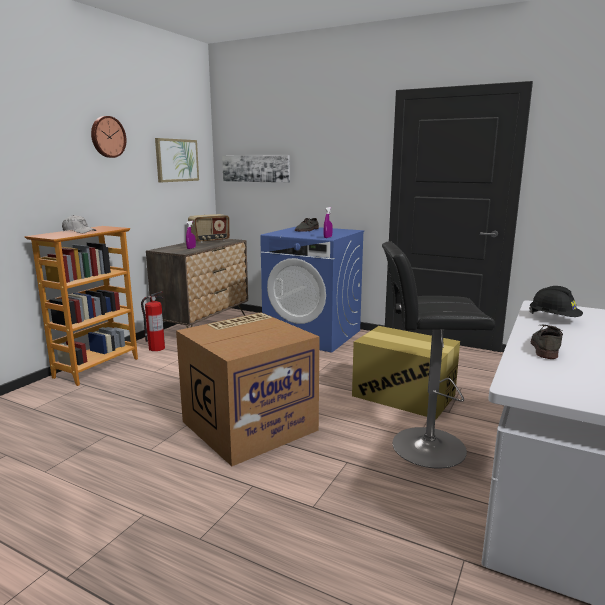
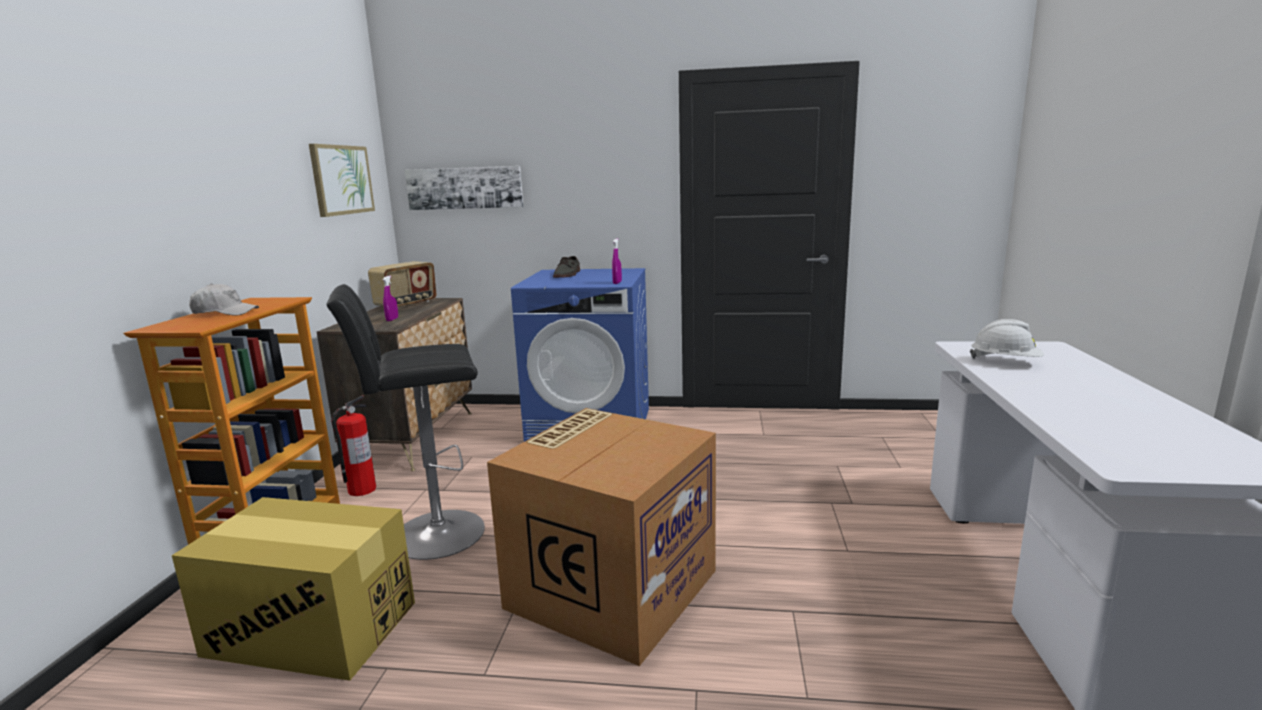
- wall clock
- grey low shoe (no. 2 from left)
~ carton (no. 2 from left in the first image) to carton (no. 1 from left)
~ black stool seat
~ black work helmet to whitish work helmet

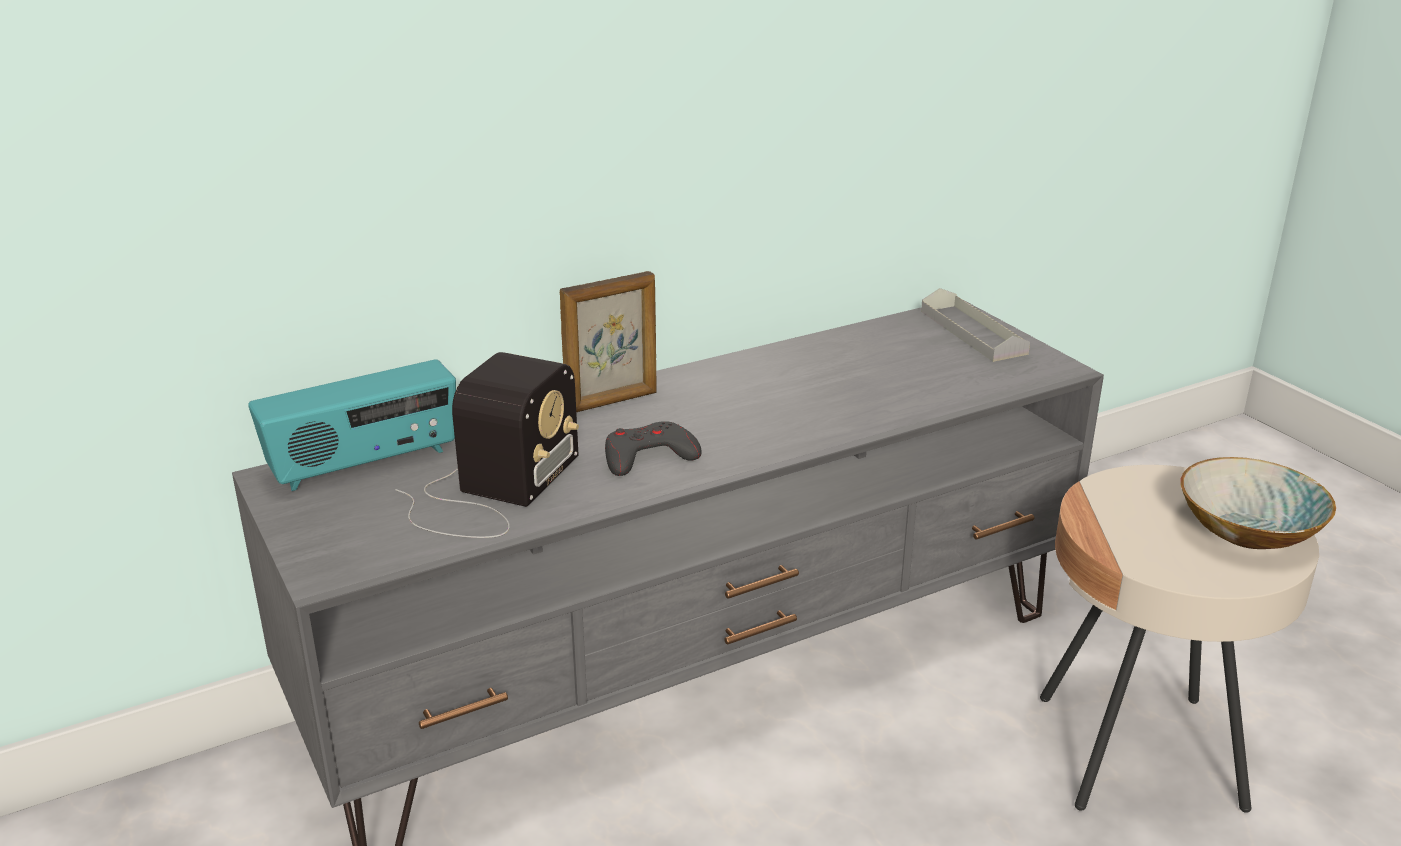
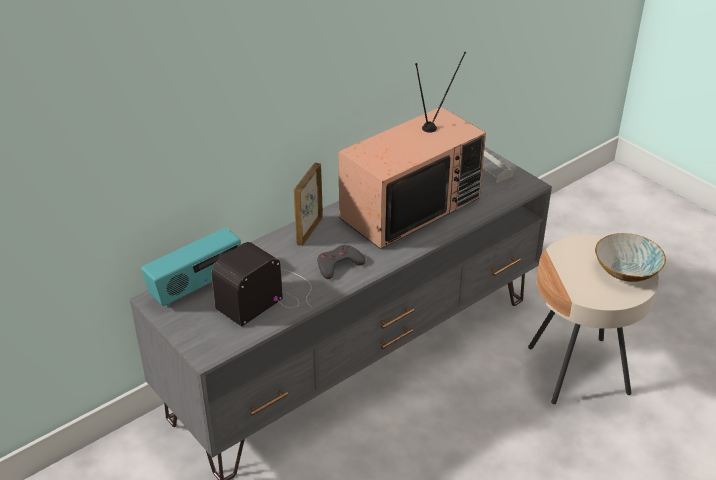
+ TV
~ radio (no. 2 from left) 150 degrees counterclockwise
~ photo frame 150 degrees clockwise

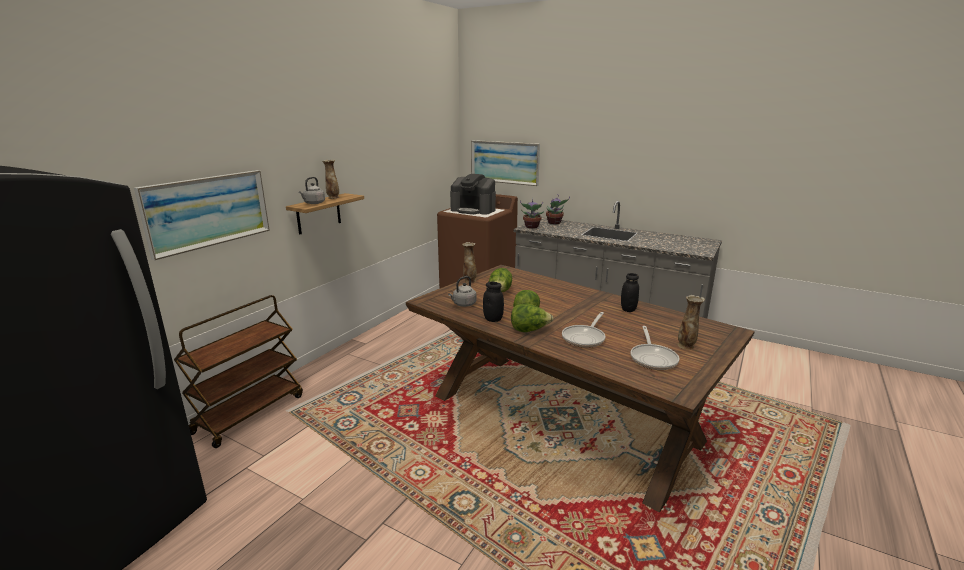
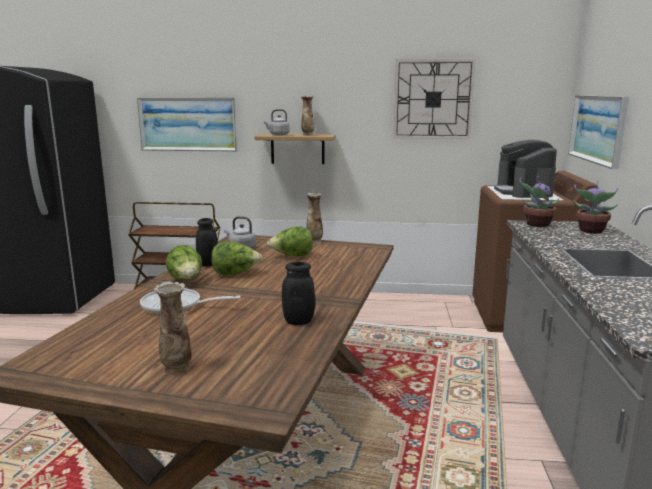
- pan (no. 2 from left)
+ wall clock

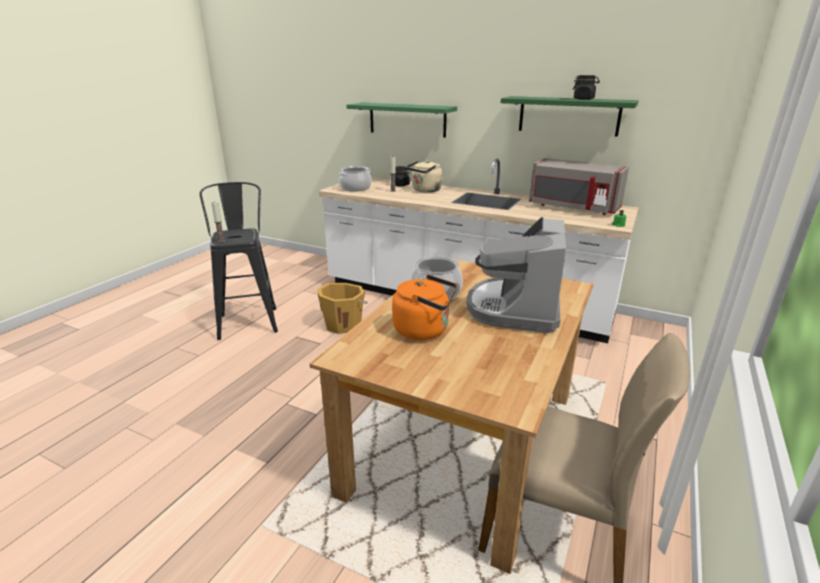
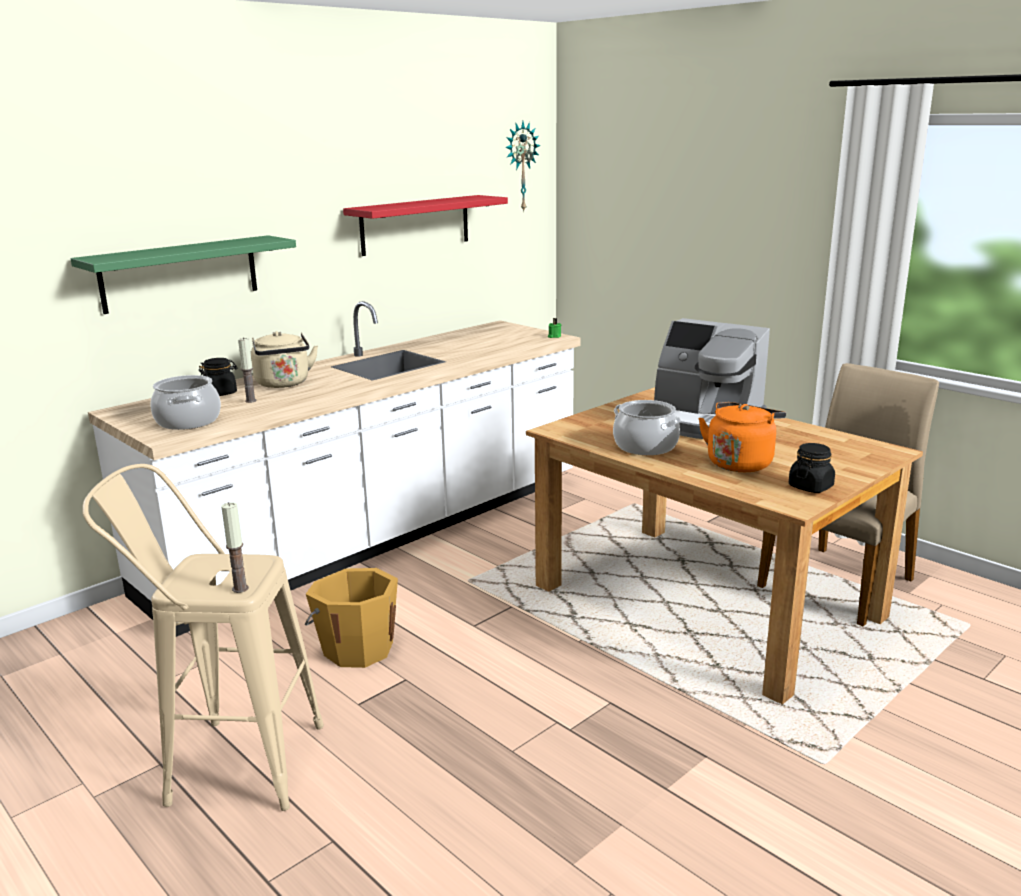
- grey kitchen microwave
+ wall clock
~ black storage jar (no. 2 from left)
~ black stool seat to sand-coloured stool seat
~ green-coloured shelf (no. 2 from left) to reddish shelf

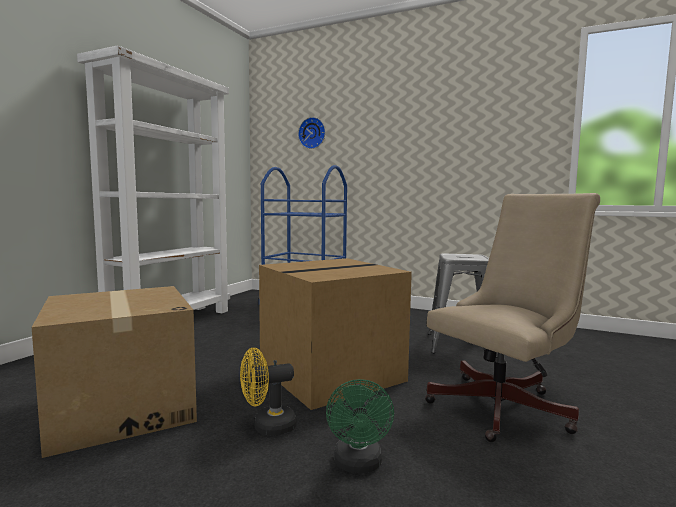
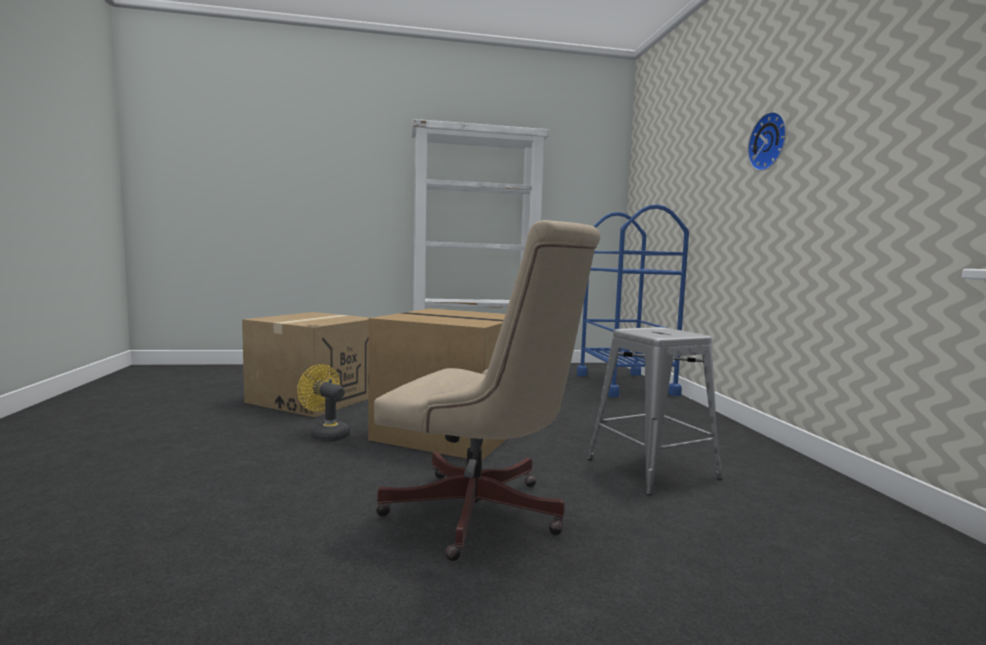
- green-coloured cooling fan
~ wall clock

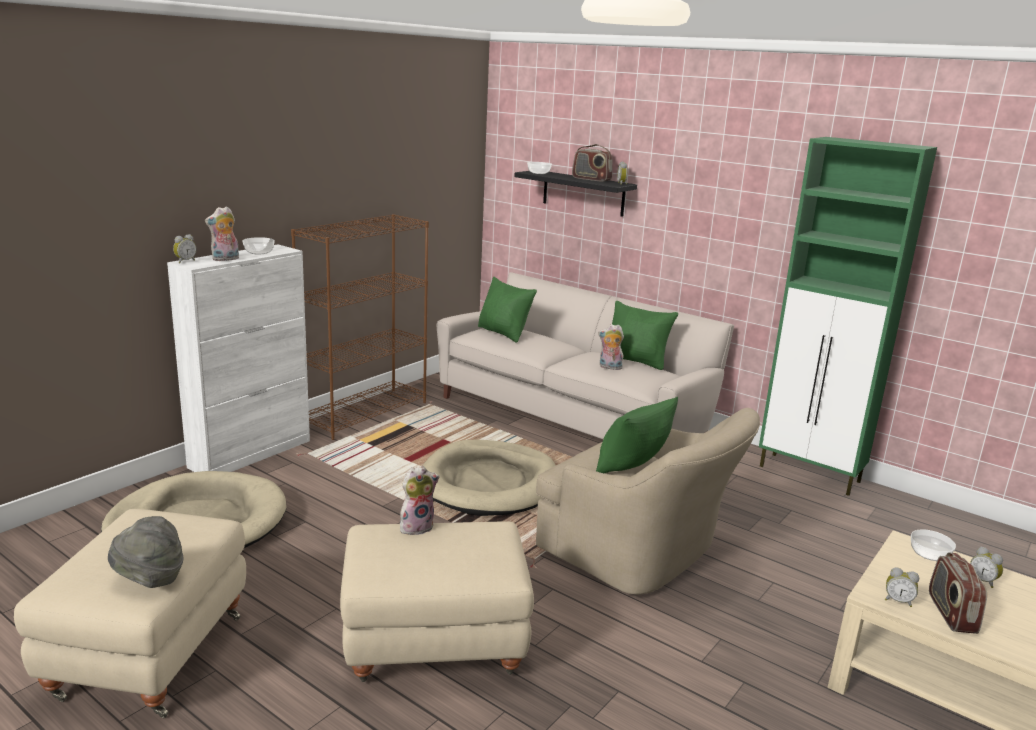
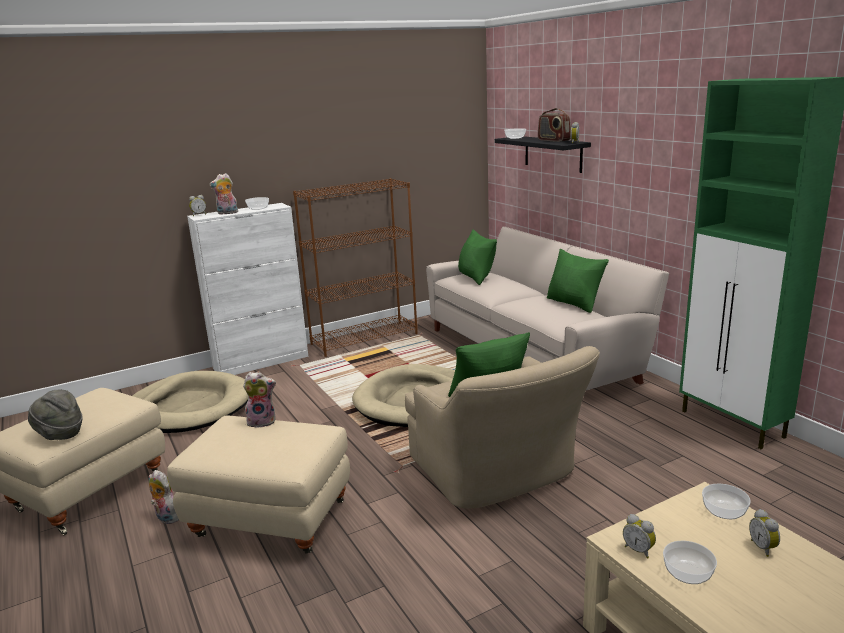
~ plush toy (no. 3 from left in the first image) to plush toy (no. 1 from left)
~ radio (no. 2 from left) to serving bowl (no. 3 from left)

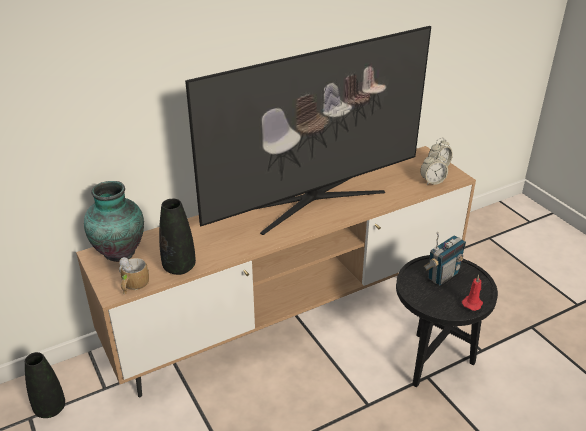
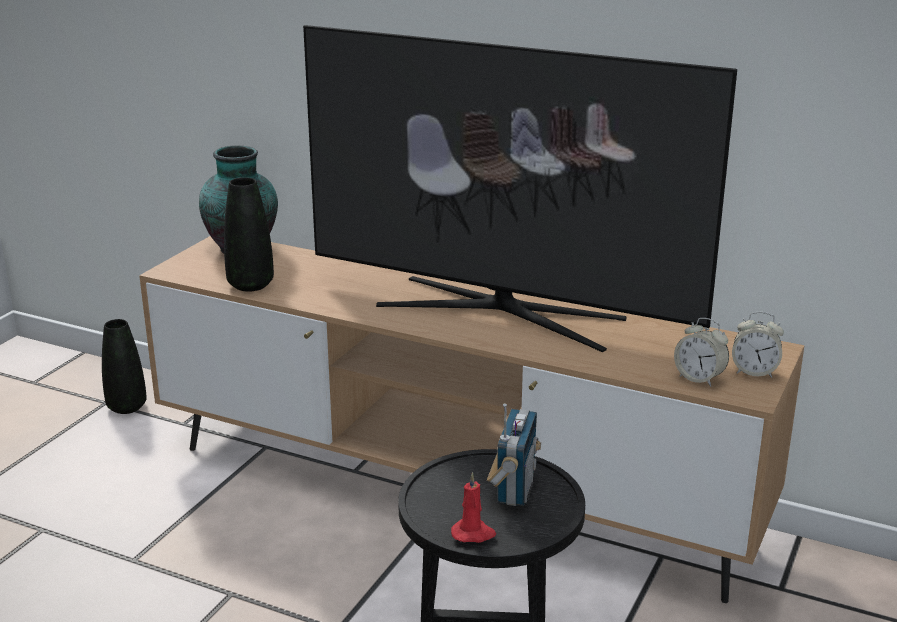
- mug
~ radio 90 degrees counterclockwise

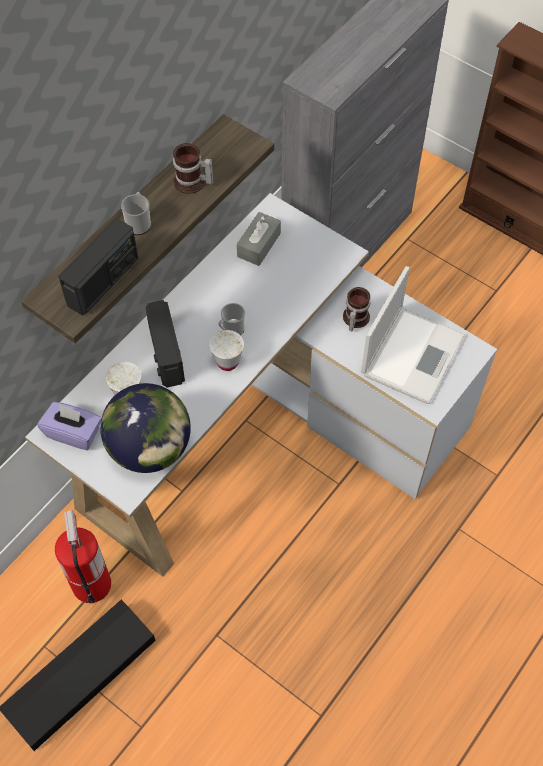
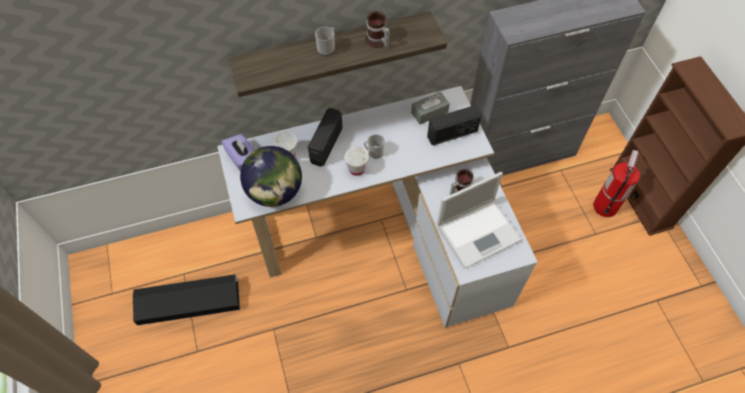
~ fire extinguisher
~ radio (no. 1 from left in the first image) to radio (no. 2 from left)

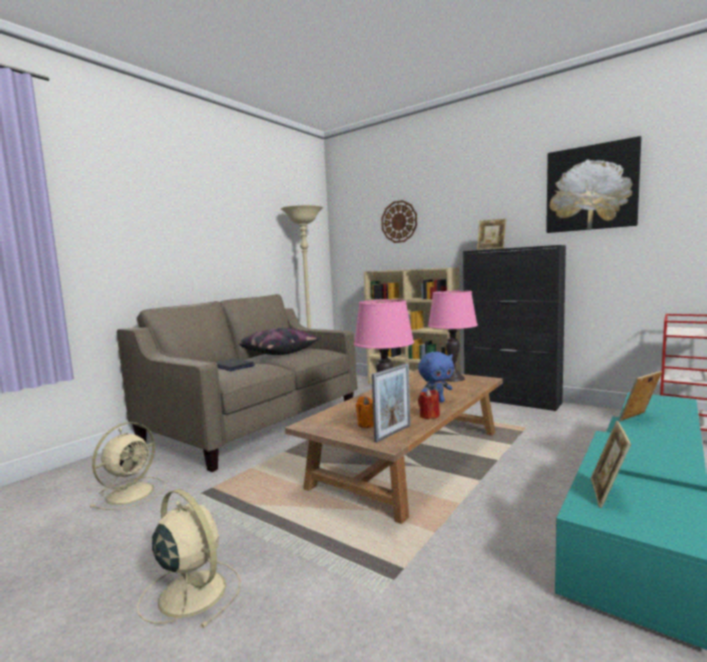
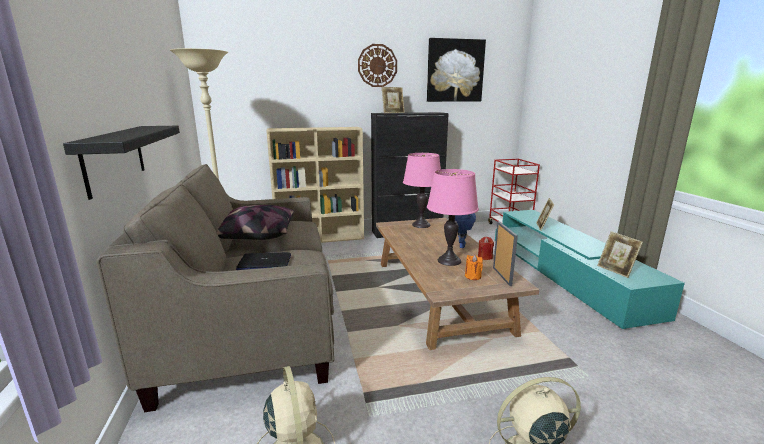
+ black shelf
~ wall clock

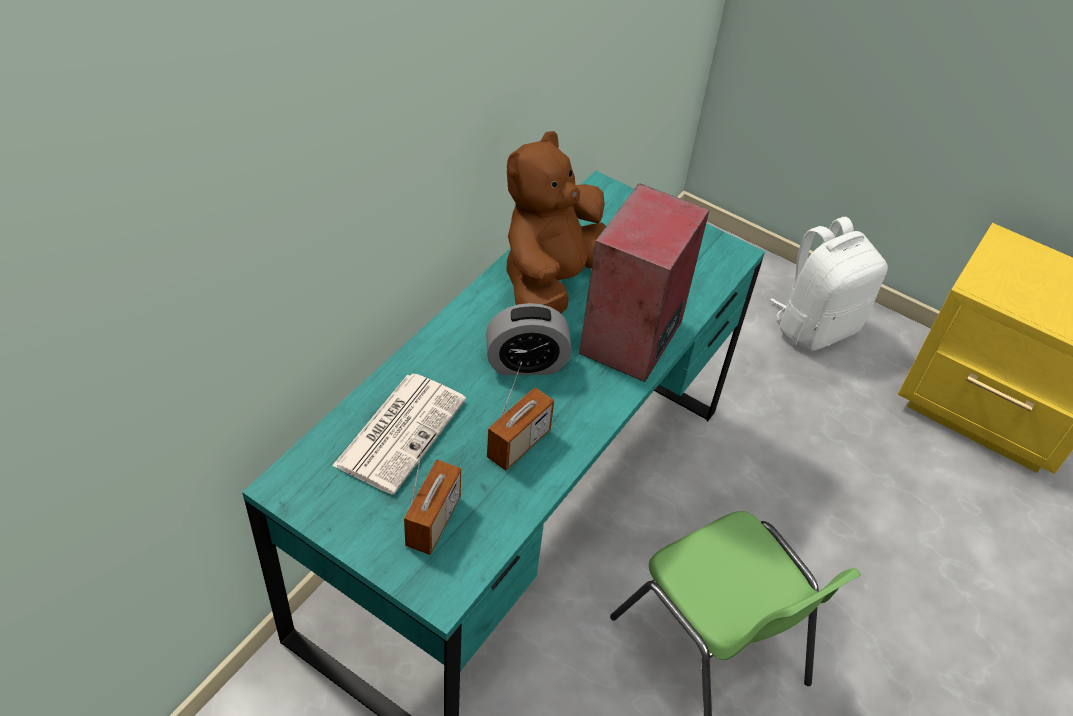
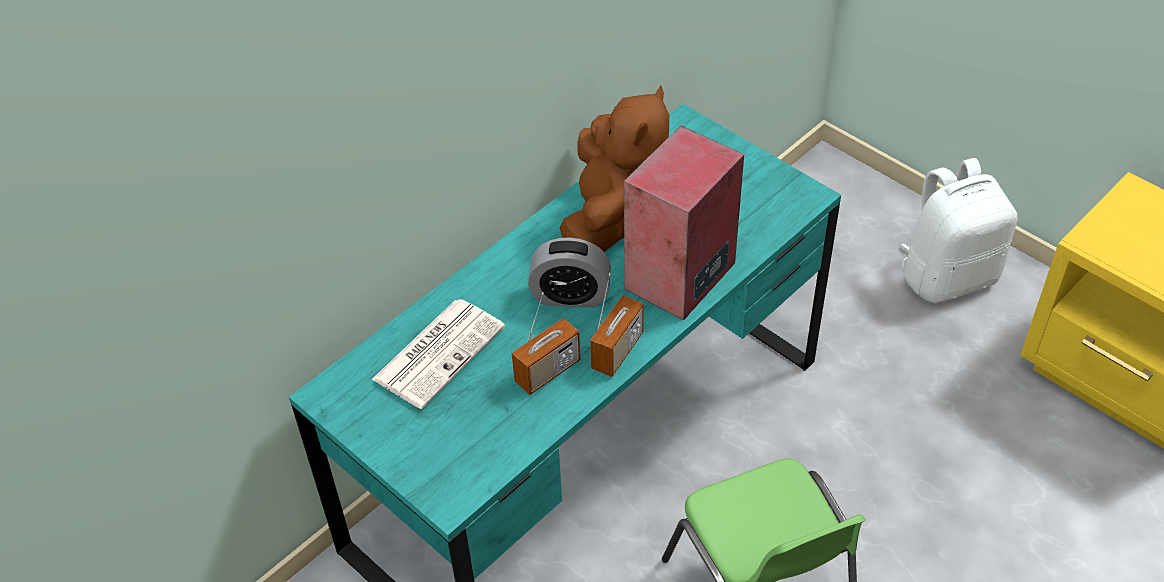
~ radio (no. 1 from left in the first image) to radio (no. 2 from left)
~ brown-coloured plush toy 150 degrees clockwise

